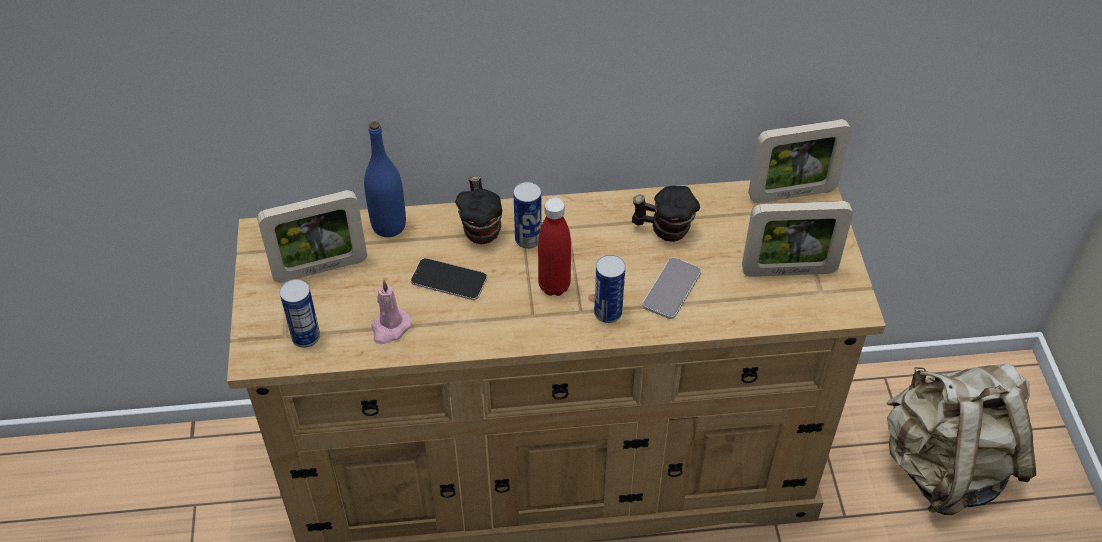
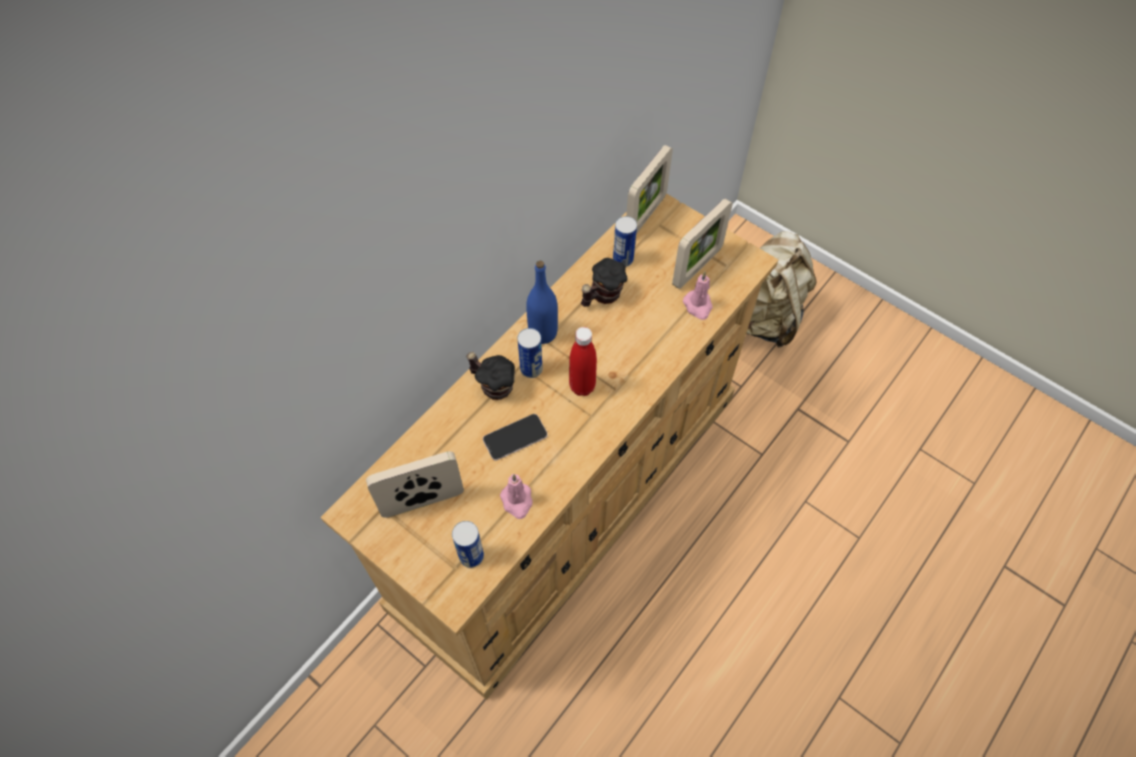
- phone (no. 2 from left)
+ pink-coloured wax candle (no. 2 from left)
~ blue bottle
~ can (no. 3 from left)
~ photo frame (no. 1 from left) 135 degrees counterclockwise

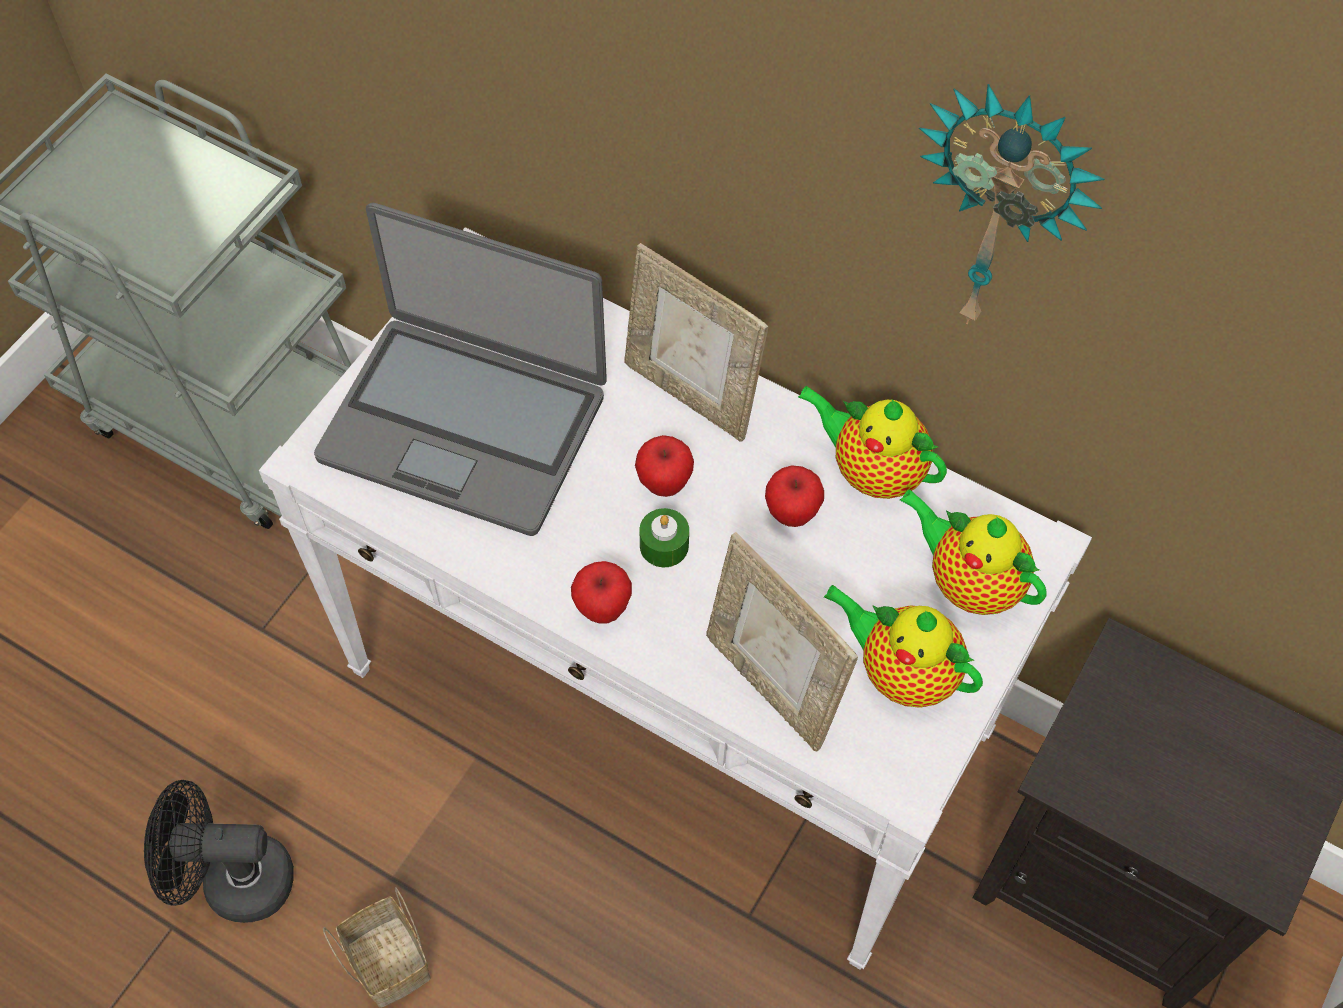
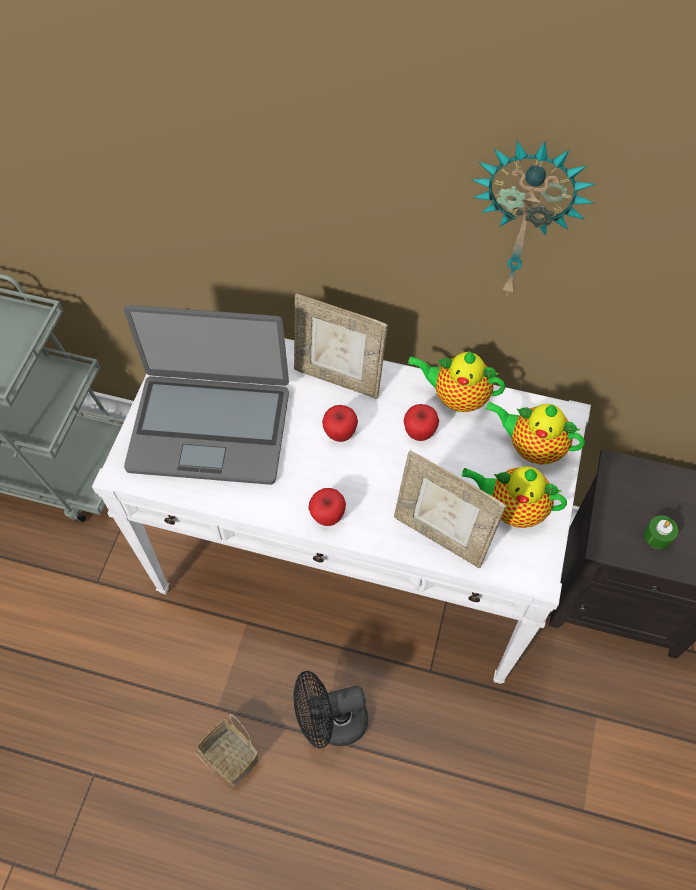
~ black cooling fan
~ green-coloured wax candle

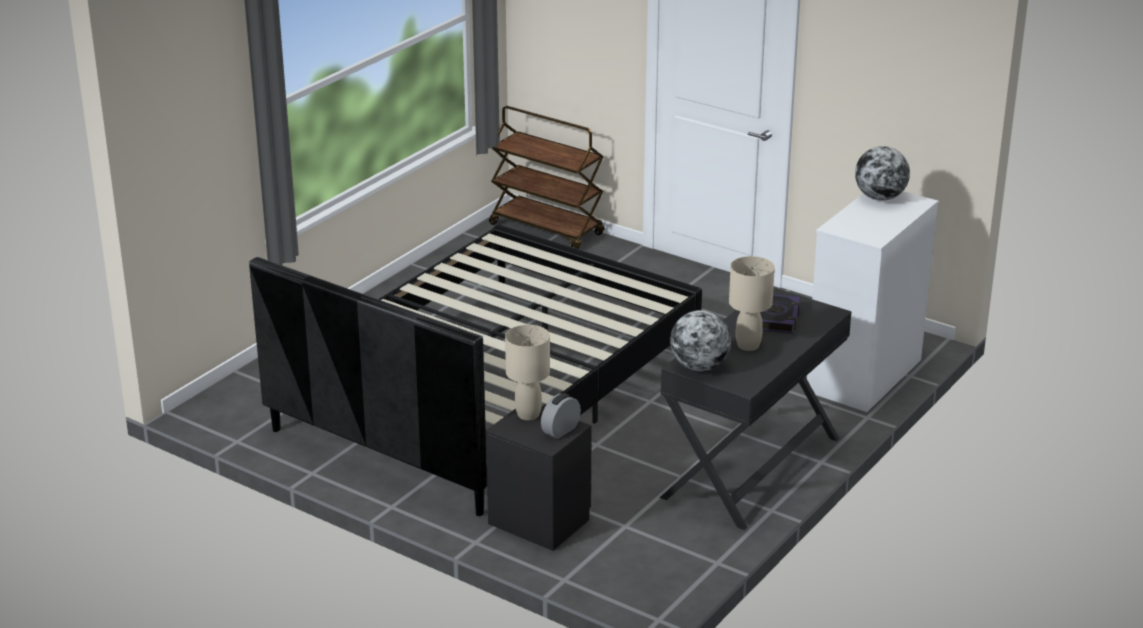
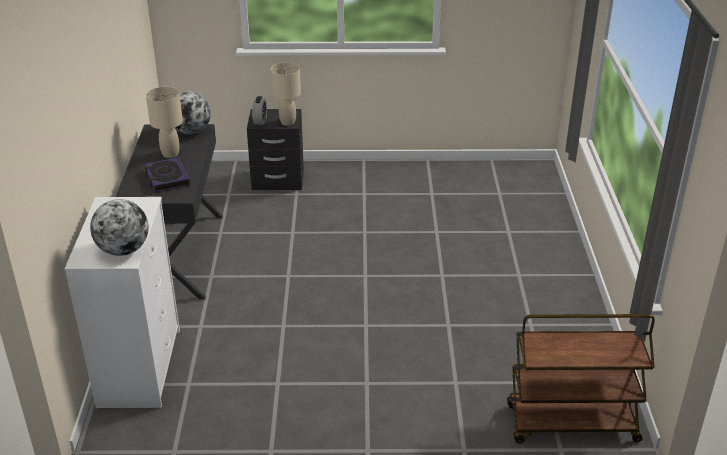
- black bedroom bed

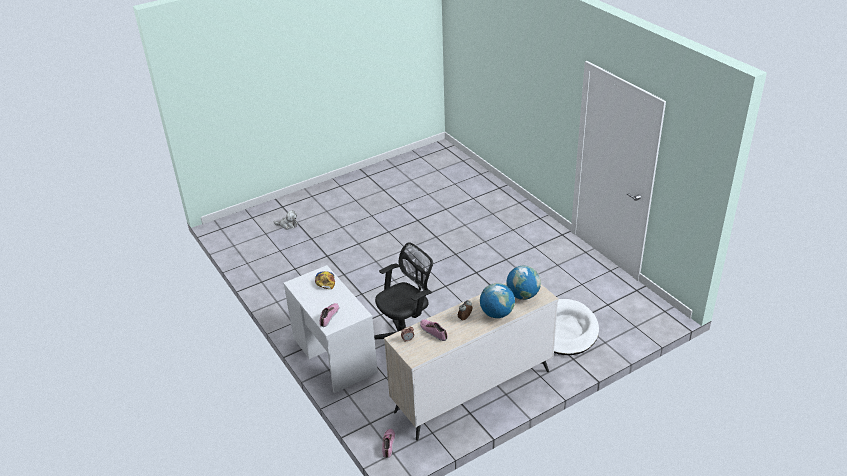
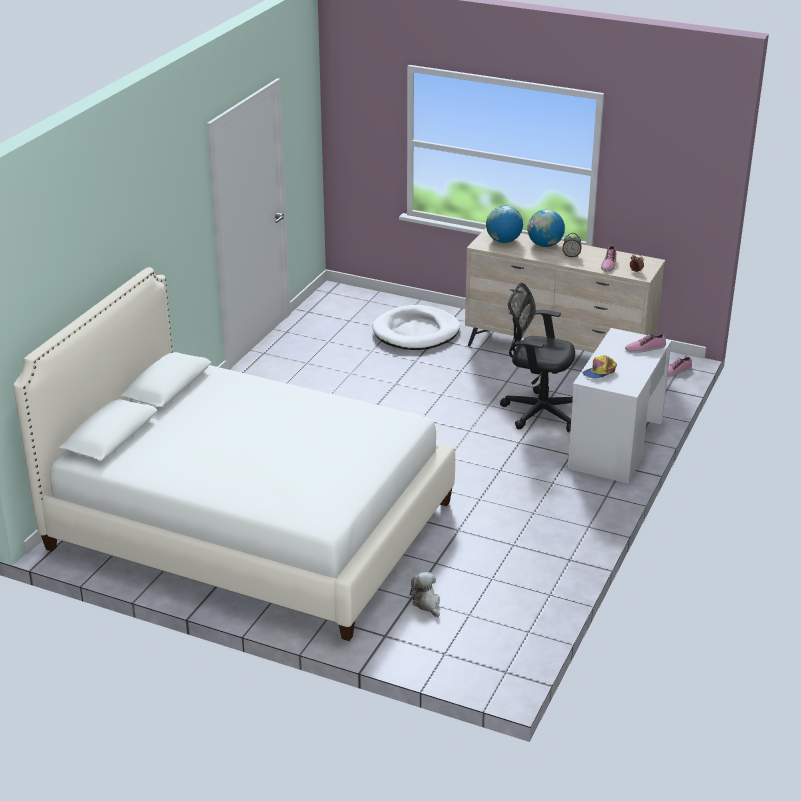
+ whitish bedroom bed

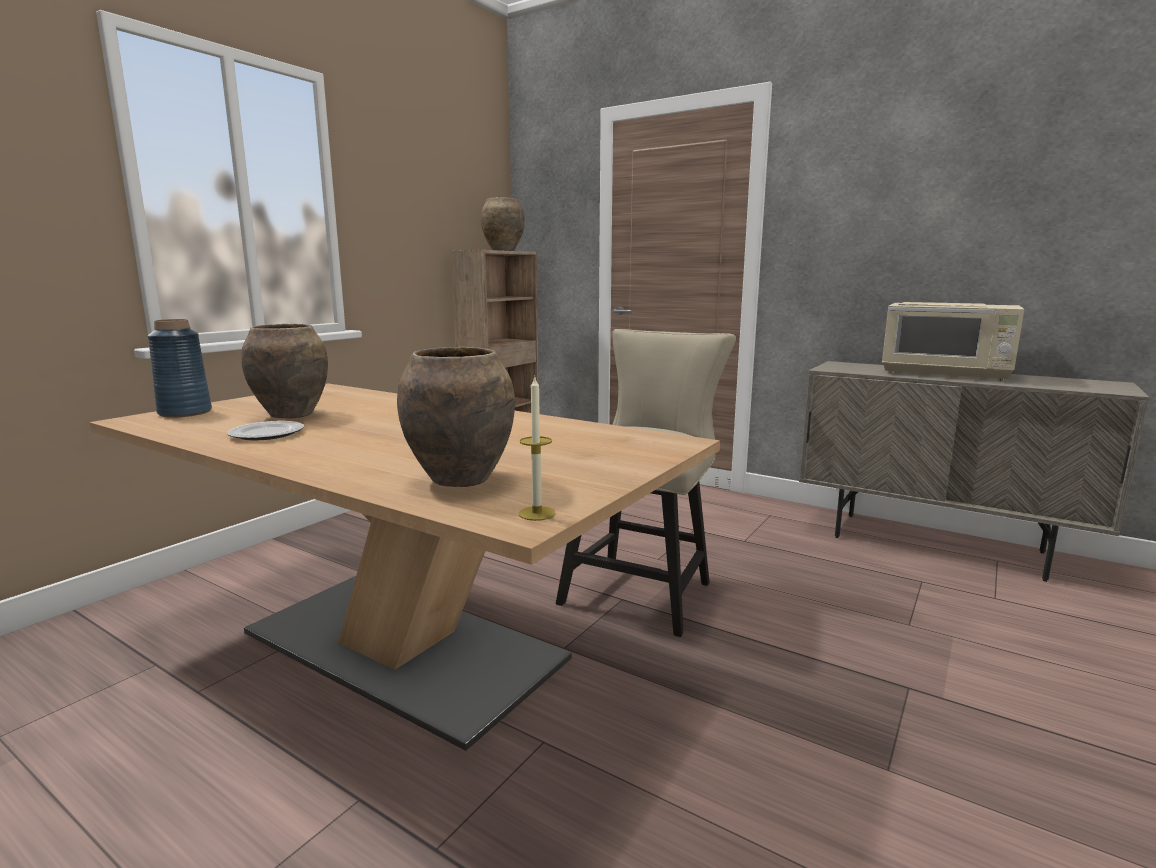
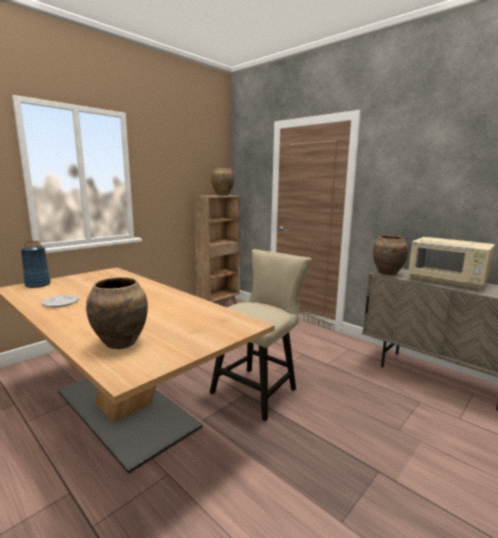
- wax candle
~ brown-coloured flower vase (no. 1 from left in the first image) to brown-coloured flower vase (no. 3 from left)

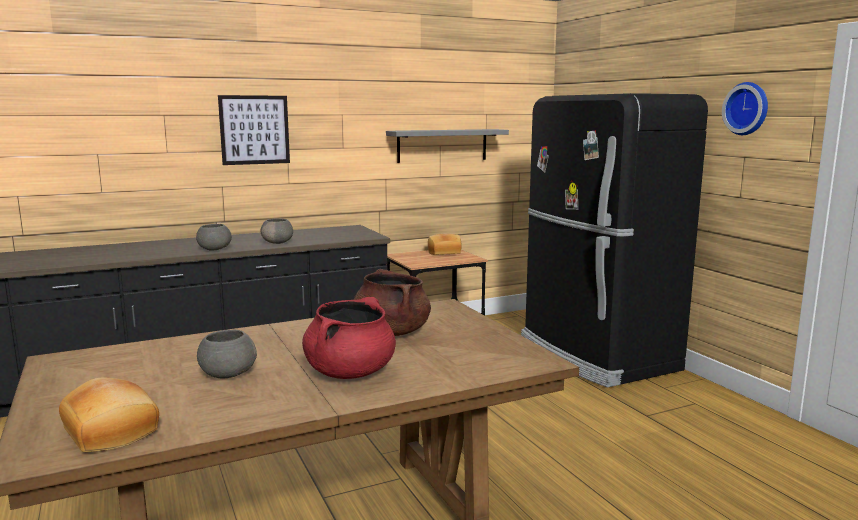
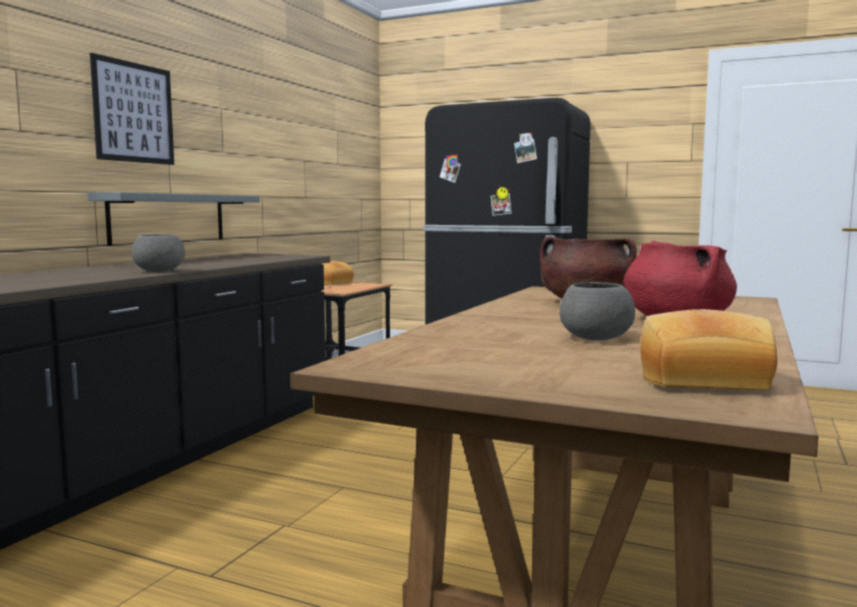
- grey serving bowl (no. 3 from left)
- wall clock
~ grey shelf

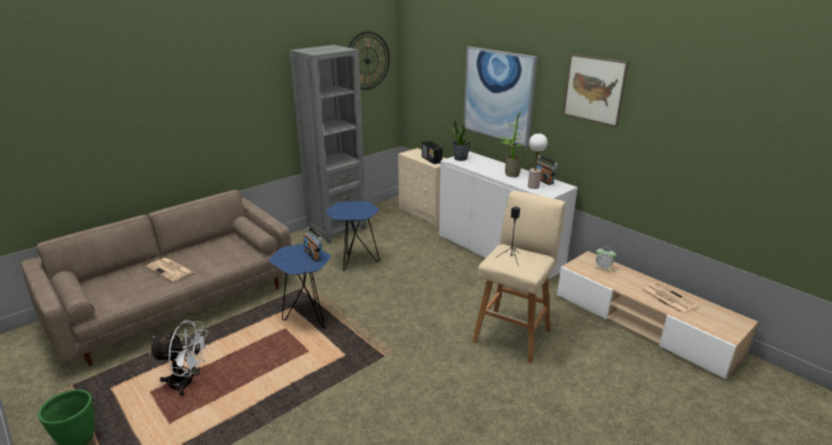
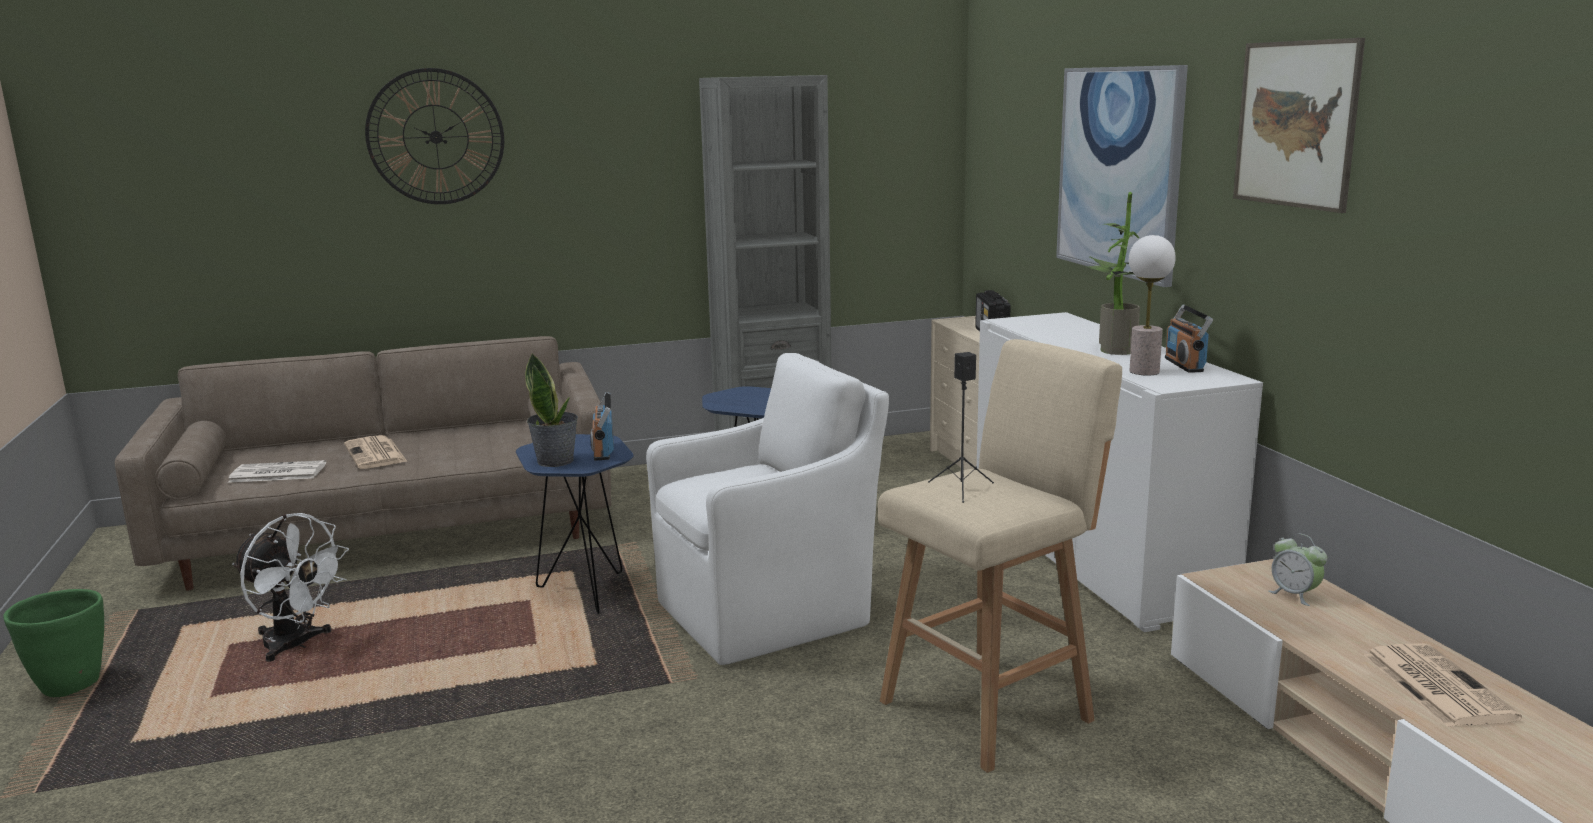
+ newspaper (no. 1 from left)
+ whitish armchair
~ wall clock
~ potted plant (no. 1 from left)

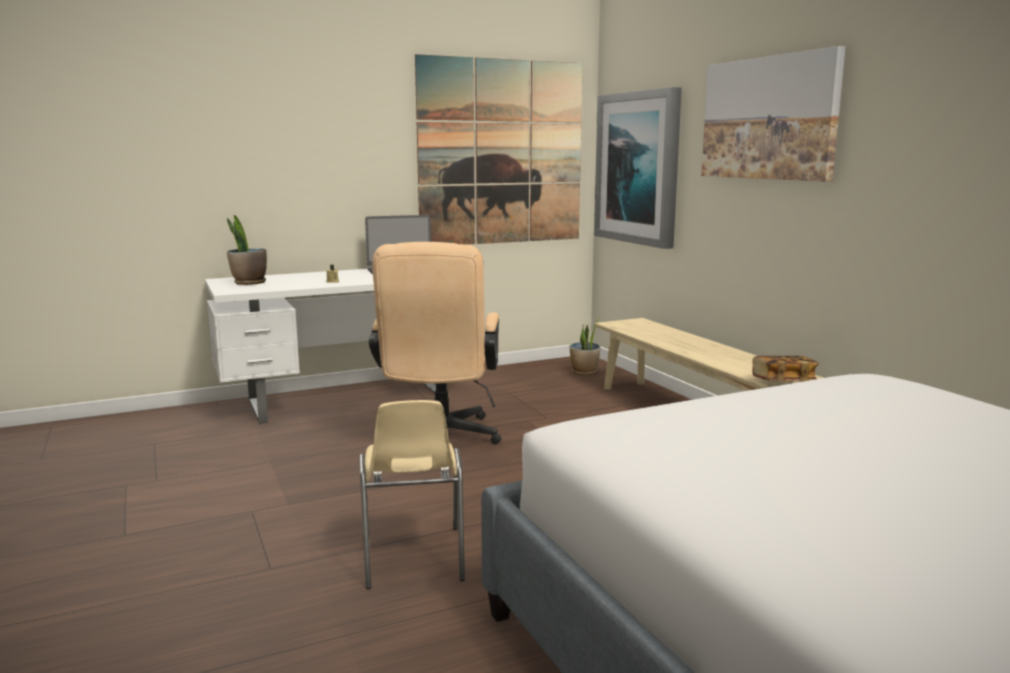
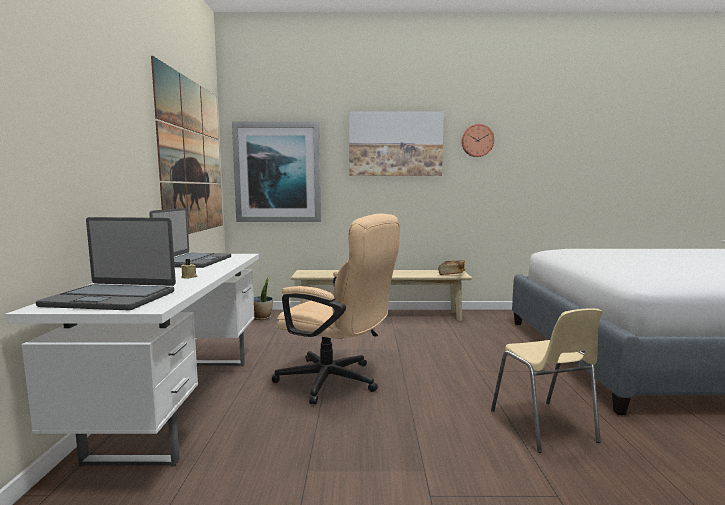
+ wall clock
~ potted plant (no. 1 from left) to laptop (no. 1 from left)
~ sand-coloured upright chair 60 degrees clockwise

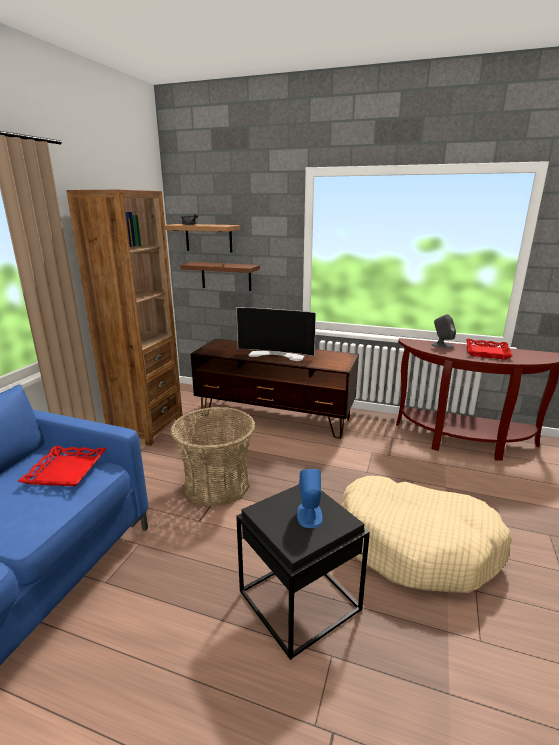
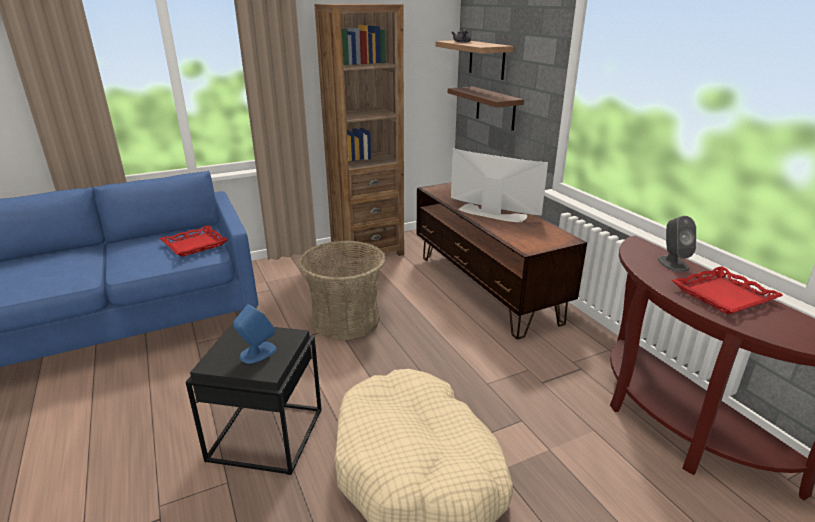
~ TV 150 degrees clockwise

